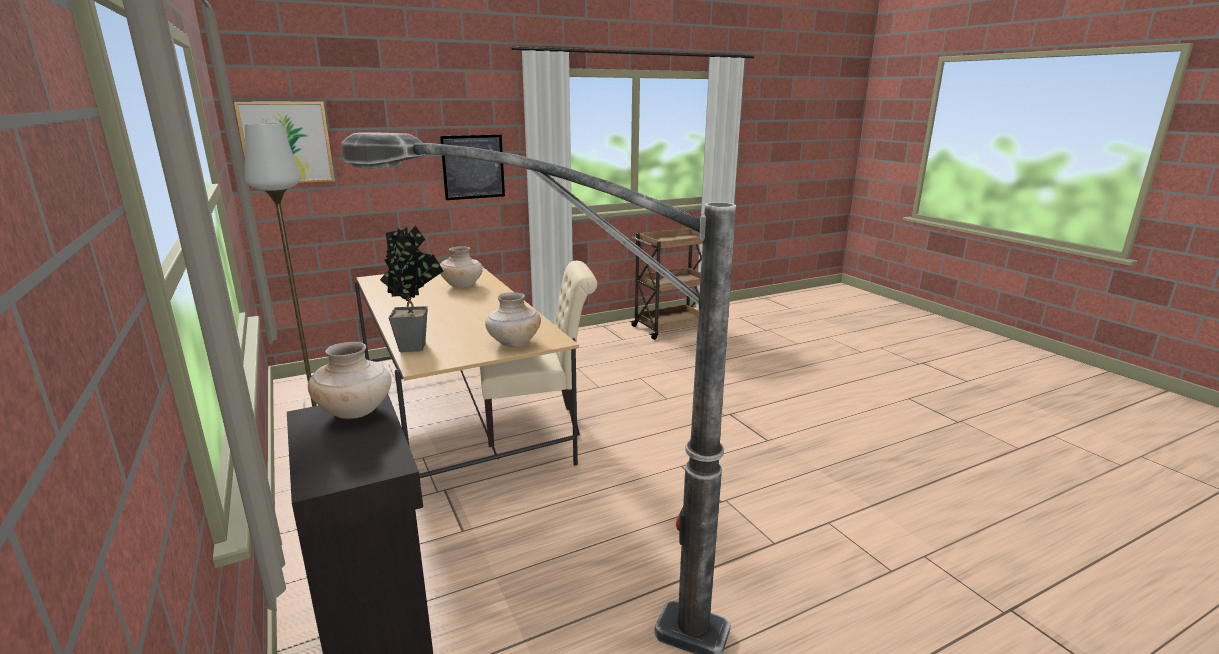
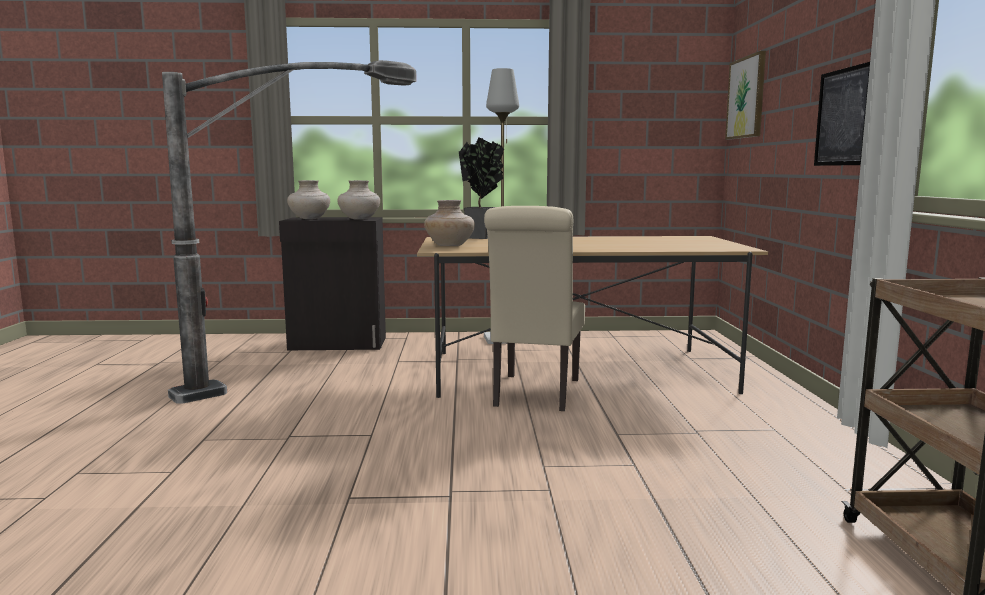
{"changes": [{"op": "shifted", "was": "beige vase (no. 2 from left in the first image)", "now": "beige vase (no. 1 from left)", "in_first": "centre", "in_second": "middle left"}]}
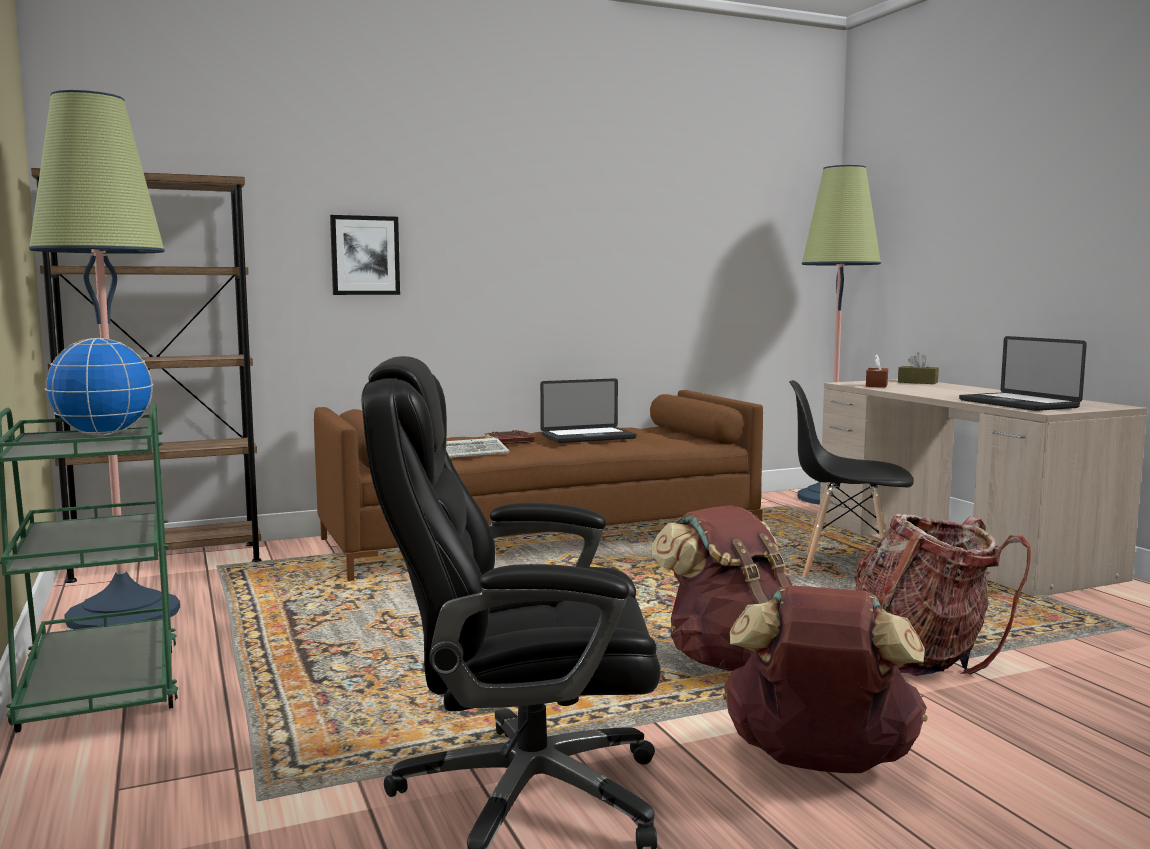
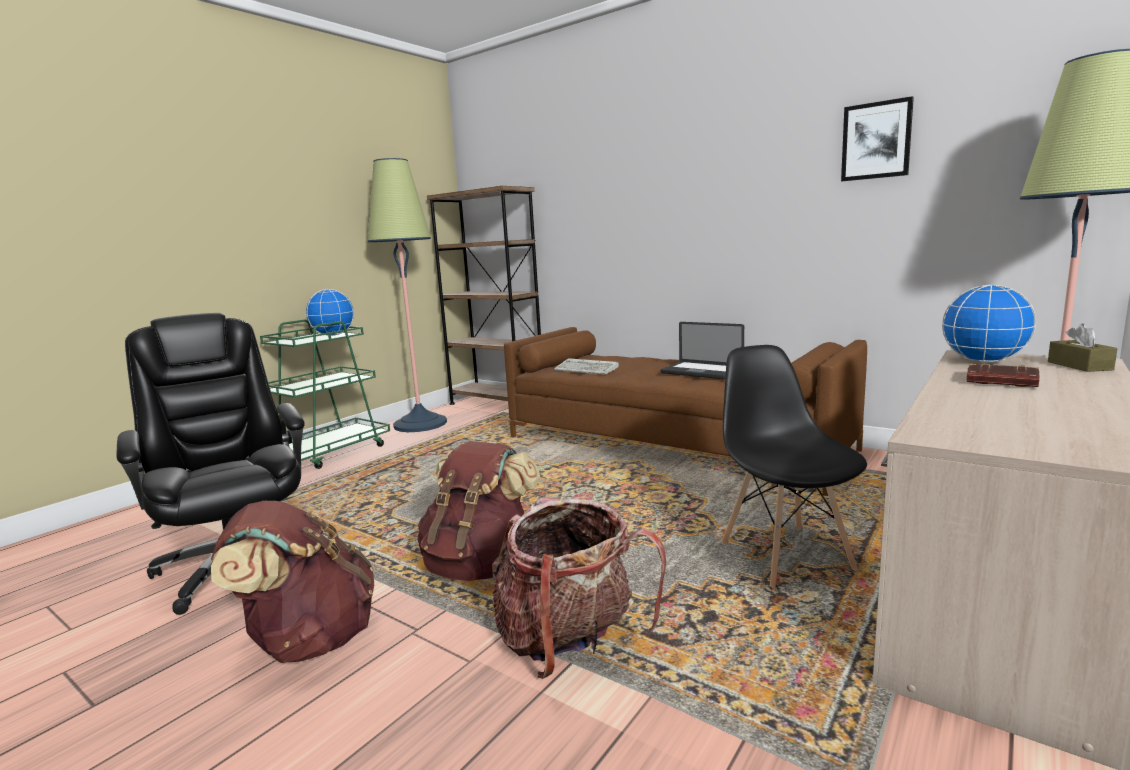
{"changes": [{"op": "shifted", "was": "picture", "in_first": "top left", "in_second": "top right"}, {"op": "shifted", "was": "brown book", "in_first": "centre", "in_second": "middle right"}, {"op": "swapped", "was": "brown tissue box (no. 1 from left)", "now": "globe (no. 2 from left)", "in_first": "middle right", "in_second": "middle right"}, {"op": "gone", "was": "laptop (no. 2 from left)", "in_first": "middle right"}]}
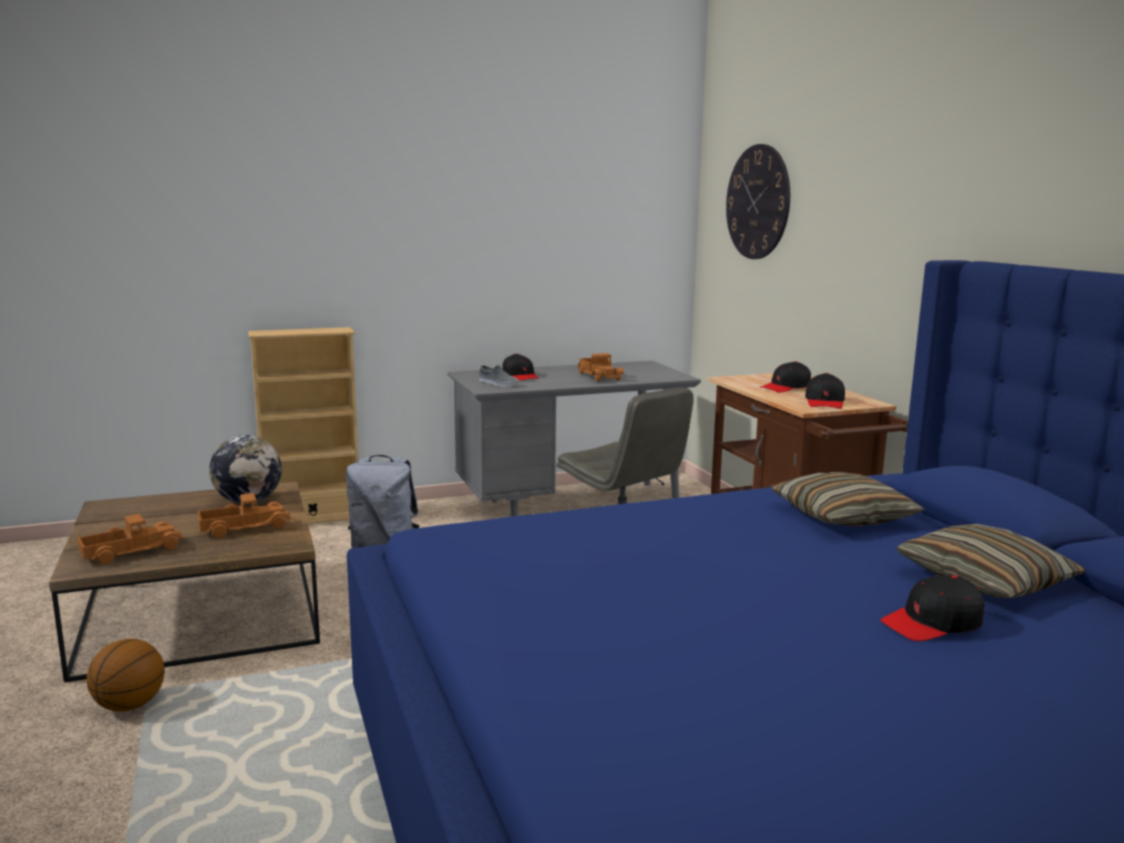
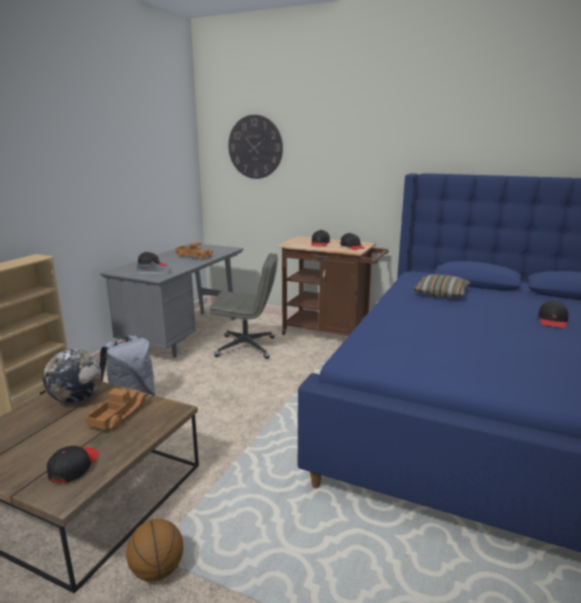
{"changes": [{"op": "swapped", "was": "toy truck (no. 1 from left)", "now": "black cap (no. 1 from left)", "in_first": "middle left", "in_second": "bottom left"}, {"op": "gone", "was": "pillow (no. 2 from left)", "in_first": "middle right"}]}
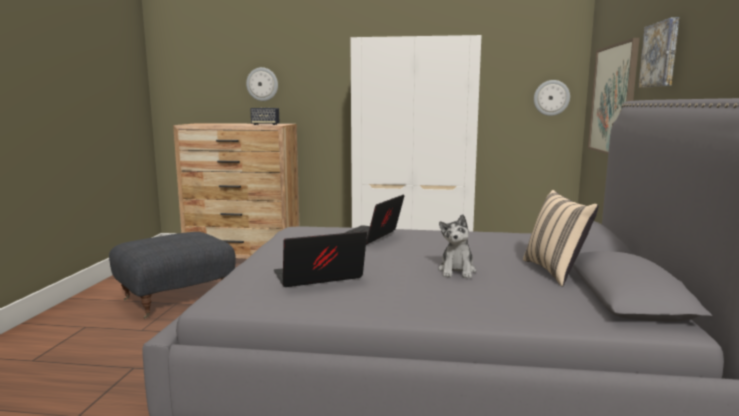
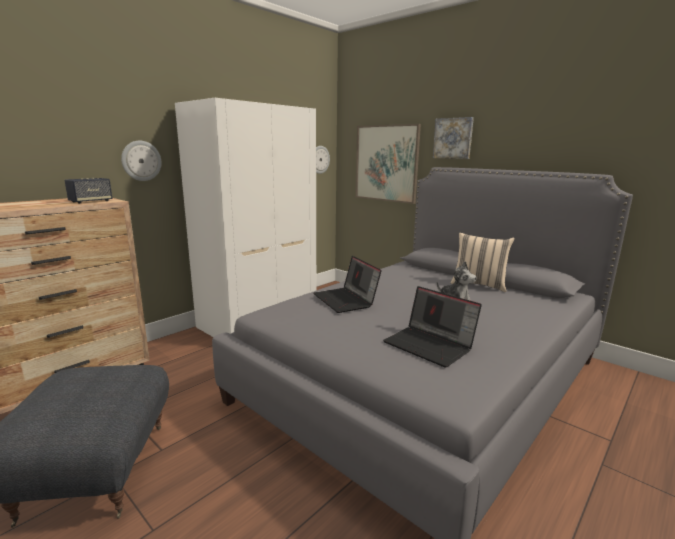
{"changes": [{"op": "shifted", "was": "wall clock (no. 1 from left)", "in_first": "top centre", "in_second": "top left"}, {"op": "rotated", "was": "laptop (no. 1 from left in the first image)", "in_first": "centre", "in_second": "centre", "clockwise": -60}]}
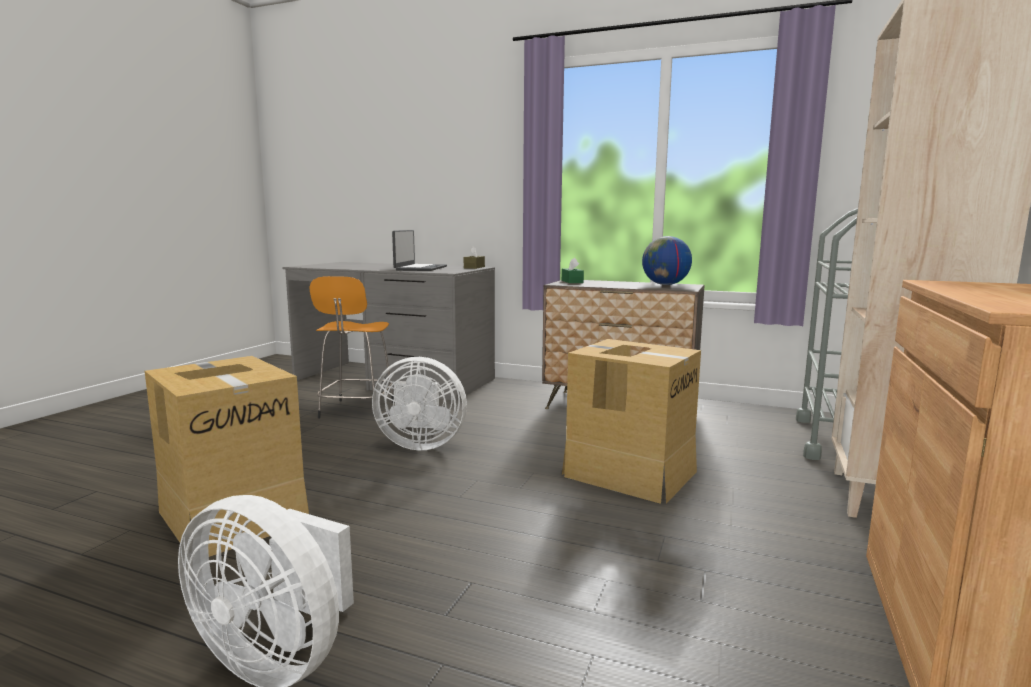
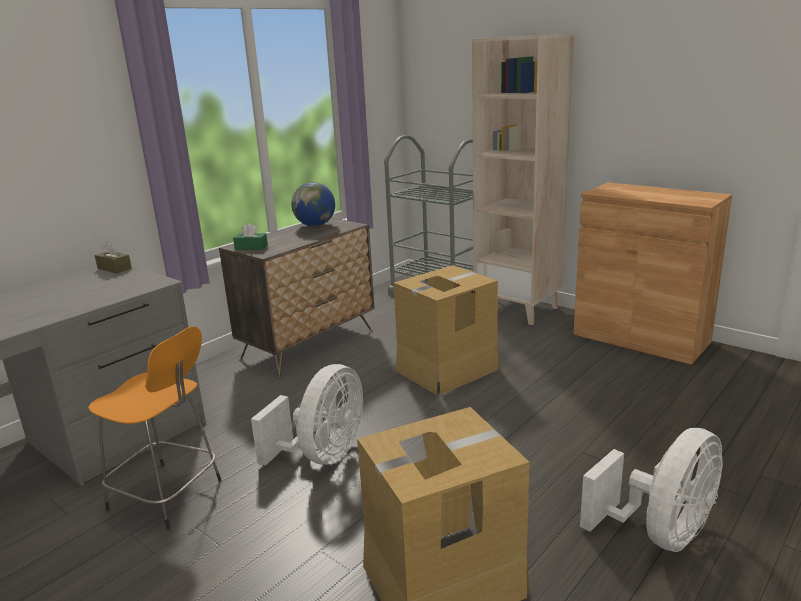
{"changes": [{"op": "gone", "was": "laptop", "in_first": "centre"}]}
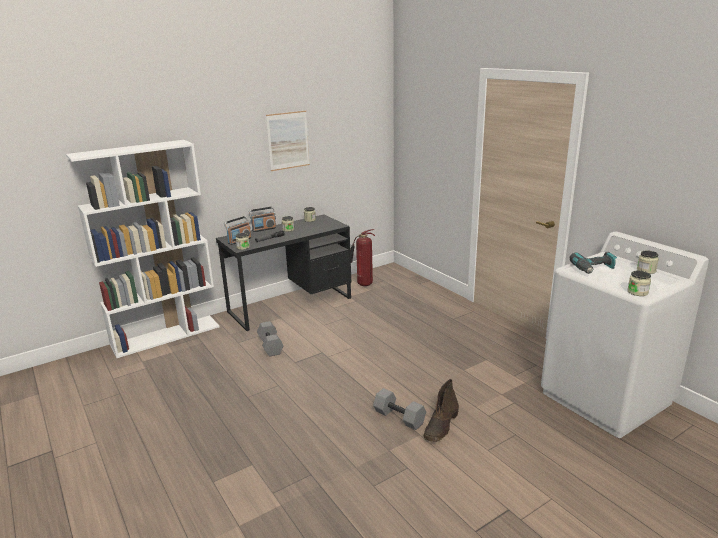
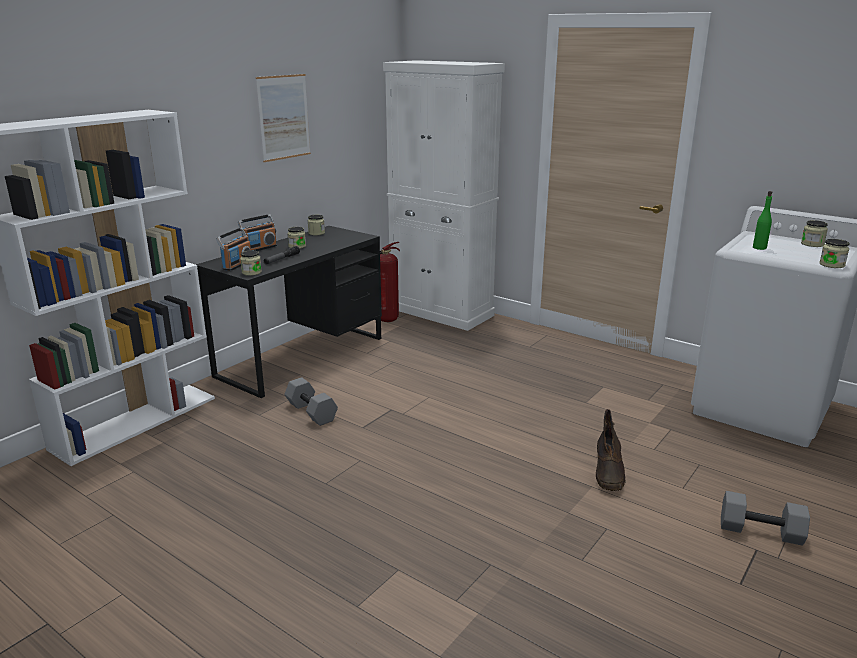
{"changes": [{"op": "shifted", "was": "grey dumbbell (no. 2 from left)", "in_first": "bottom centre", "in_second": "bottom right"}, {"op": "swapped", "was": "power drill", "now": "green bottle", "in_first": "middle right", "in_second": "middle right"}, {"op": "new", "now": "white cabinet", "in_second": "top centre"}]}
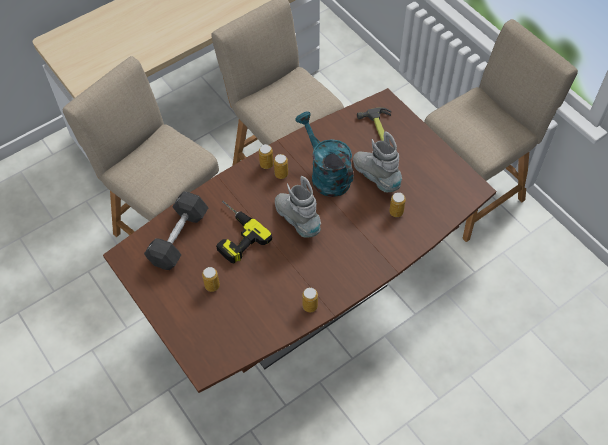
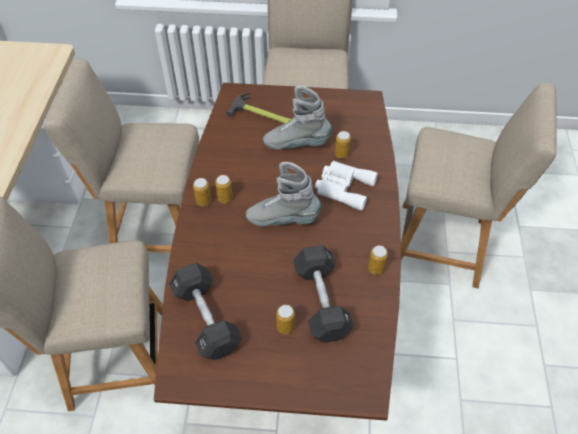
{"changes": [{"op": "gone", "was": "power drill", "in_first": "centre"}, {"op": "gone", "was": "turquoise watering can", "in_first": "centre"}, {"op": "new", "now": "black dumbbell (no. 2 from left)", "in_second": "bottom centre"}, {"op": "new", "now": "white binoculars", "in_second": "centre"}, {"op": "new", "now": "beige chair (no. 4 from left)", "in_second": "middle right"}]}
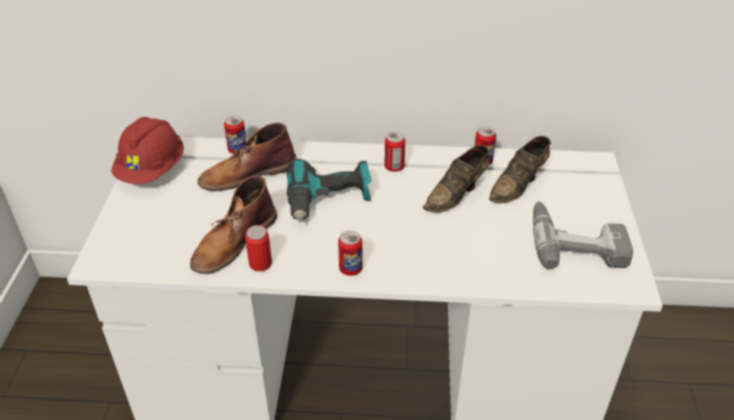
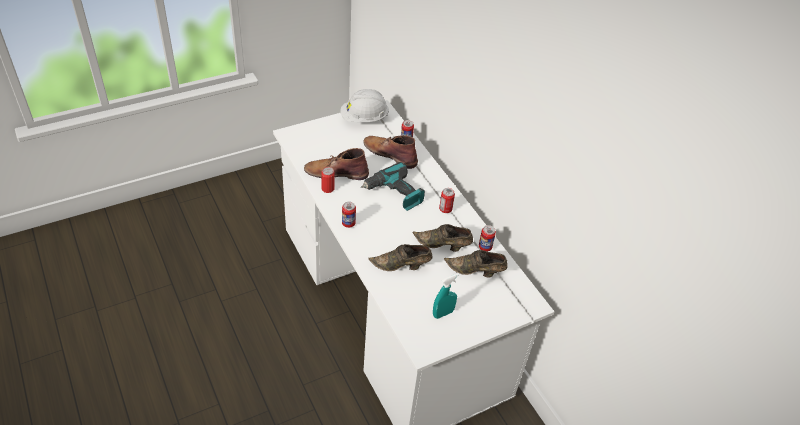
{"changes": [{"op": "repainted", "was": "red hard hat", "now": "white hard hat", "in_first": "middle left", "in_second": "top centre"}, {"op": "swapped", "was": "power drill (no. 2 from left)", "now": "turquoise spray bottle", "in_first": "middle right", "in_second": "bottom centre"}, {"op": "new", "now": "brown shoe (no. 1 from left)", "in_second": "centre"}]}
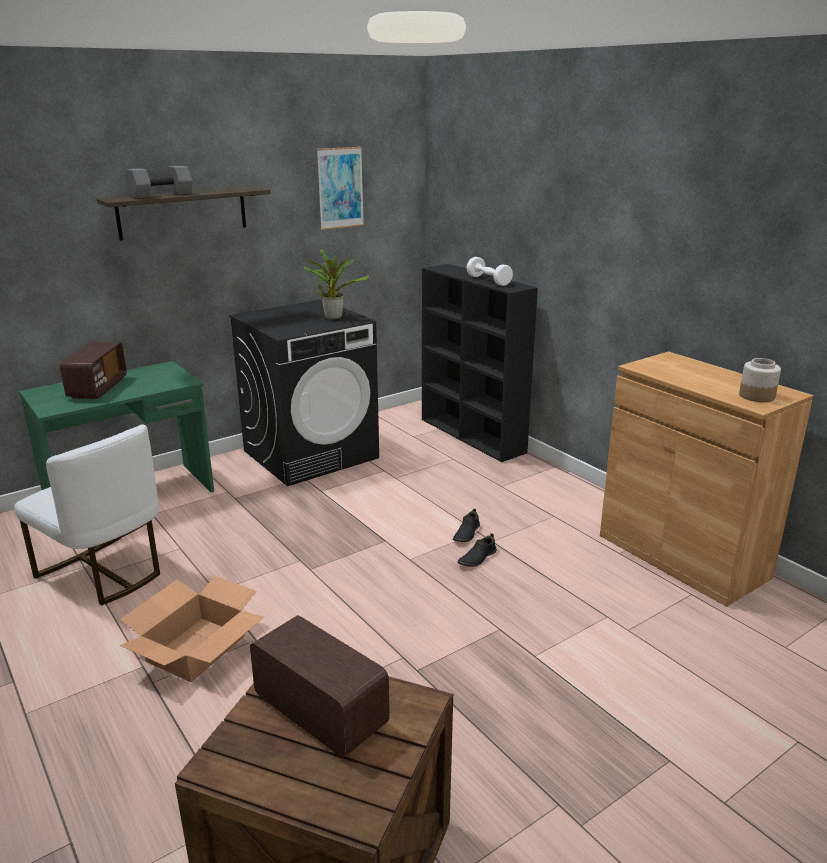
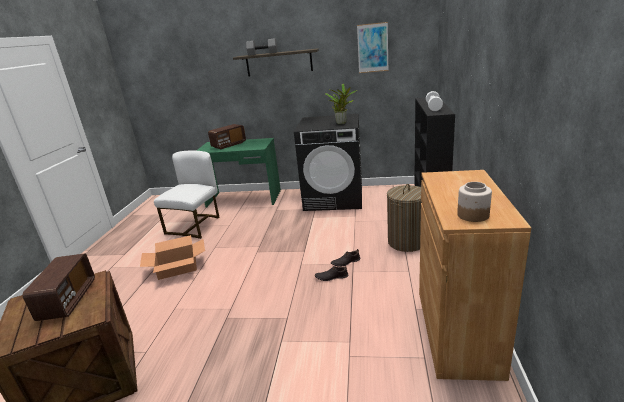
{"changes": [{"op": "rotated", "was": "white chair", "in_first": "middle left", "in_second": "middle left", "clockwise": -150}, {"op": "new", "now": "laundry basket", "in_second": "centre"}]}
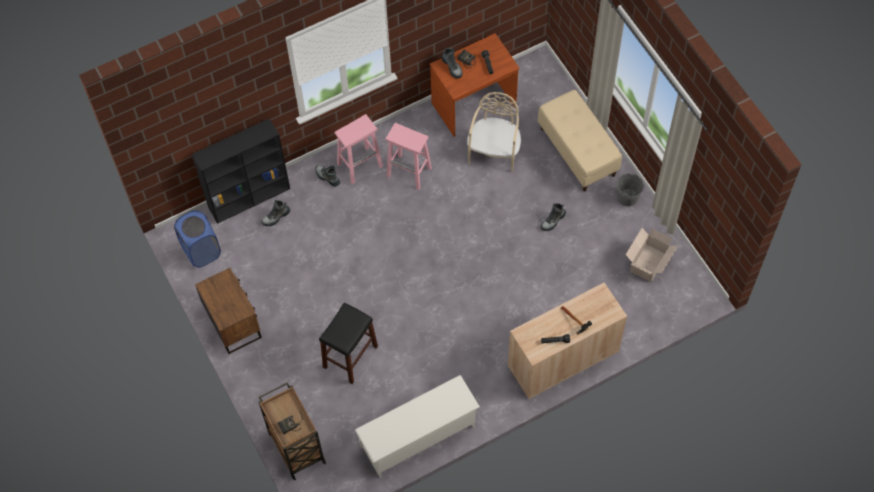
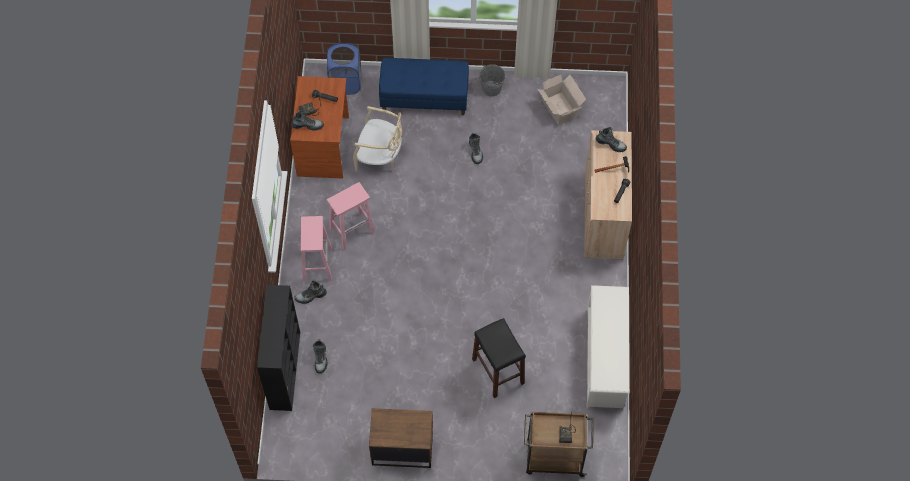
{"changes": [{"op": "shifted", "was": "blue laundry basket", "in_first": "middle left", "in_second": "top centre"}, {"op": "rotated", "was": "beige chair", "in_first": "top centre", "in_second": "top centre", "clockwise": 150}, {"op": "repainted", "was": "beige bench", "now": "blue bench", "in_first": "top centre", "in_second": "top centre"}, {"op": "new", "now": "boot (no. 5 from left)", "in_second": "top right"}]}
